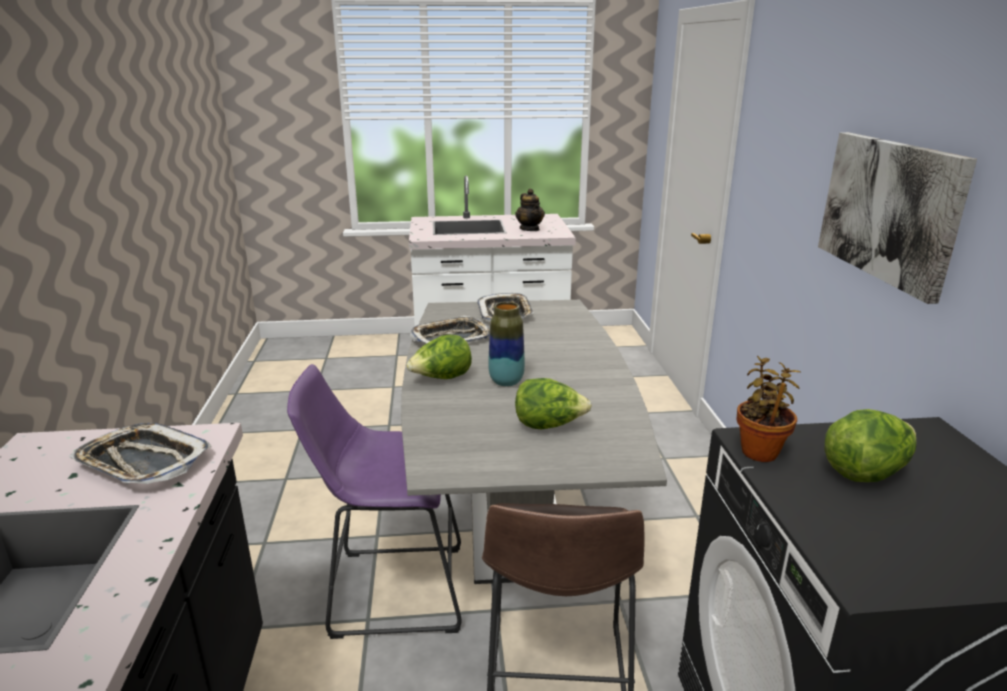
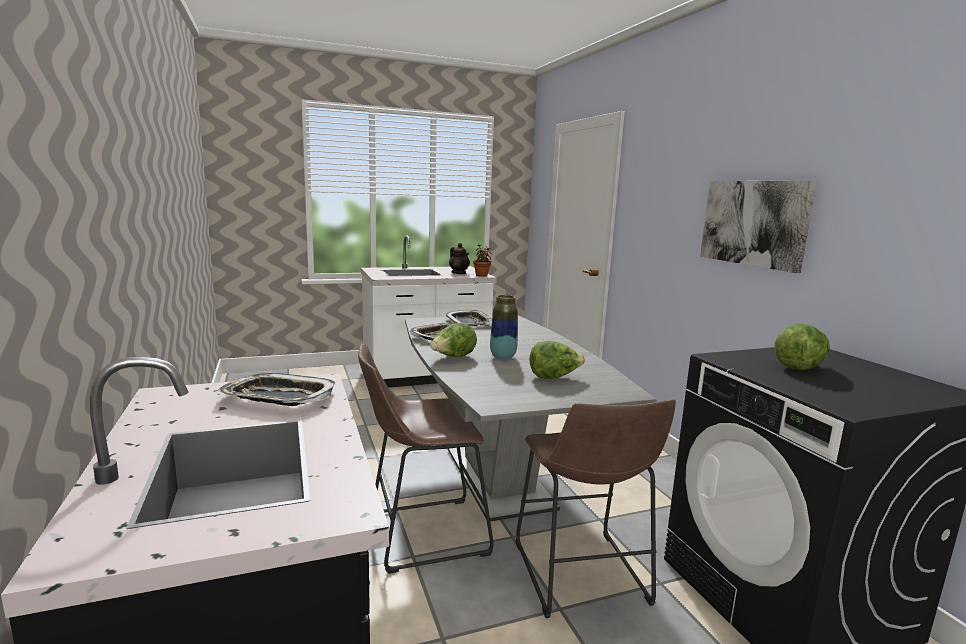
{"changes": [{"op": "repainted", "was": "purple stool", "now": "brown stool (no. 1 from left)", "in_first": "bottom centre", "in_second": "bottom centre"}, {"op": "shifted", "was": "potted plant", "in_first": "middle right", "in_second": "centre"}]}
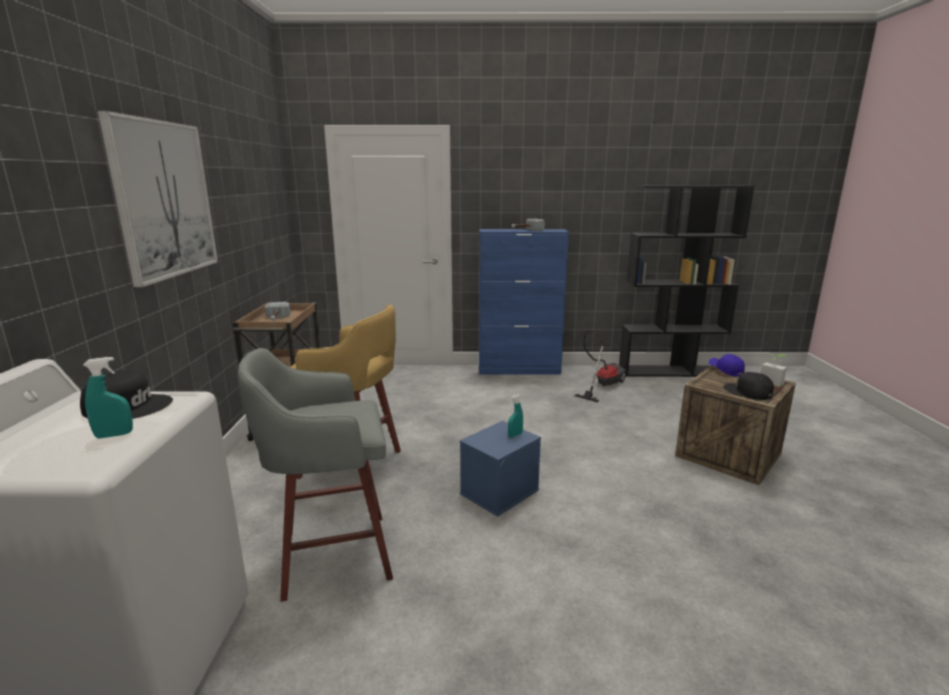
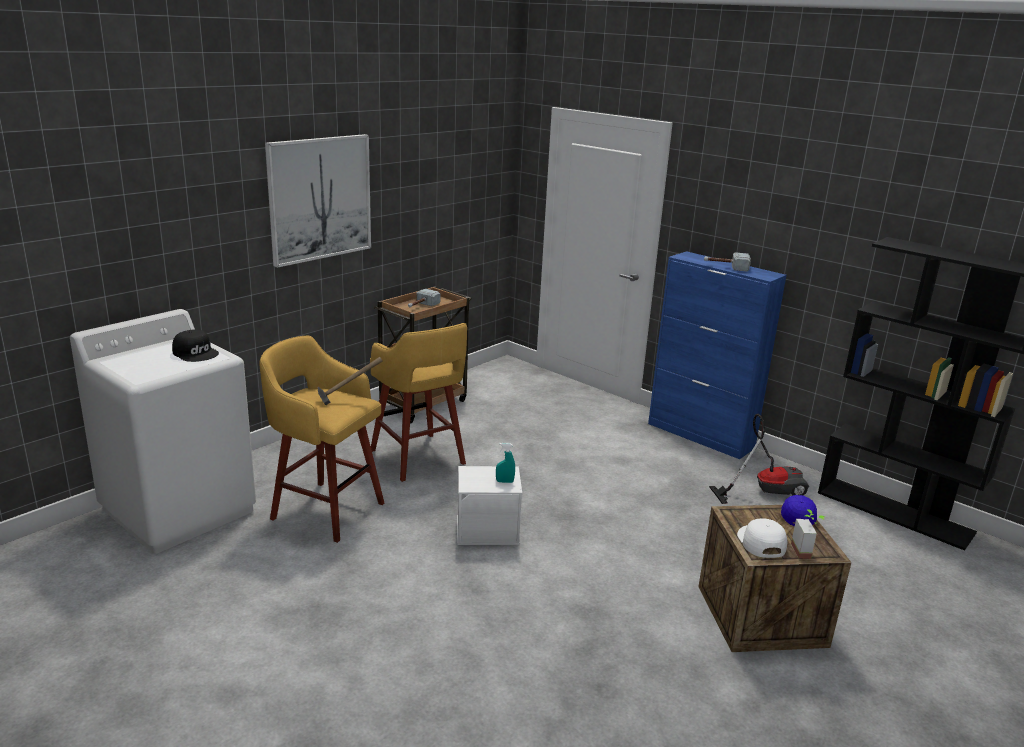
{"changes": [{"op": "gone", "was": "turquoise spray bottle (no. 1 from left)", "in_first": "middle left"}, {"op": "repainted", "was": "grey stool", "now": "yellow stool (no. 1 from left)", "in_first": "bottom left", "in_second": "middle left"}, {"op": "repainted", "was": "blue storage box", "now": "white storage box", "in_first": "bottom centre", "in_second": "bottom centre"}, {"op": "repainted", "was": "black cap (no. 2 from left)", "now": "white cap", "in_first": "middle right", "in_second": "bottom right"}, {"op": "new", "now": "hammer (no. 1 from left)", "in_second": "centre"}]}
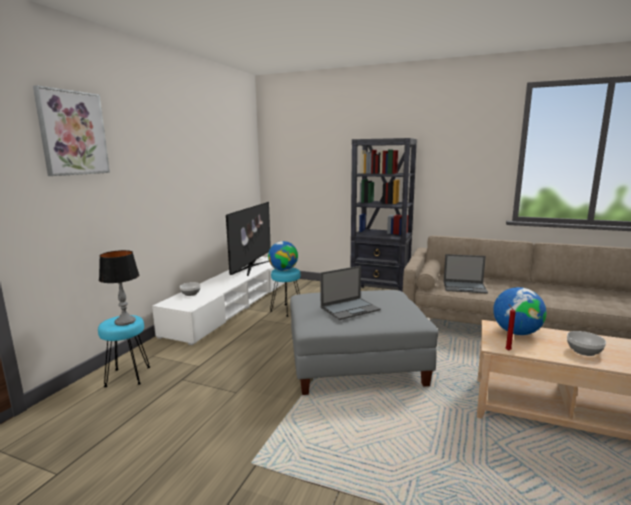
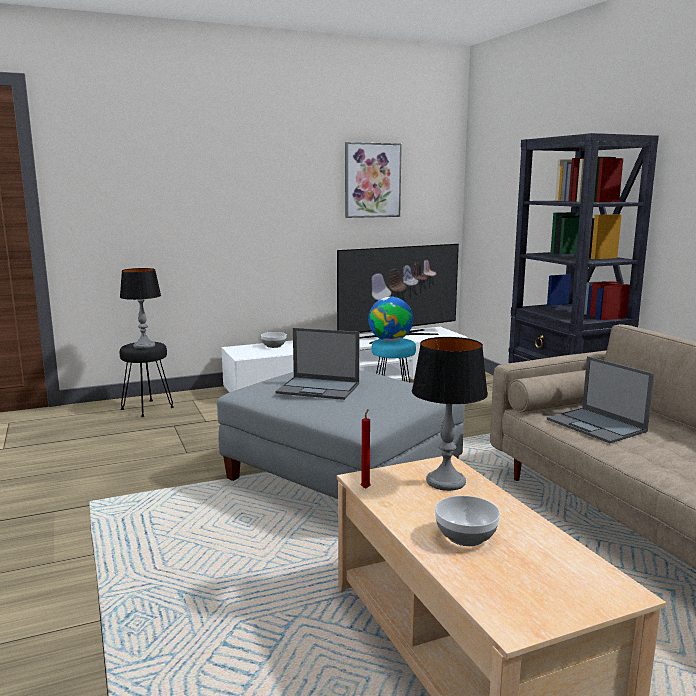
{"changes": [{"op": "shifted", "was": "picture", "in_first": "top left", "in_second": "top centre"}, {"op": "repainted", "was": "turquoise stool (no. 1 from left)", "now": "black stool", "in_first": "bottom left", "in_second": "middle left"}, {"op": "swapped", "was": "globe (no. 2 from left)", "now": "table lamp (no. 2 from left)", "in_first": "middle right", "in_second": "centre"}]}
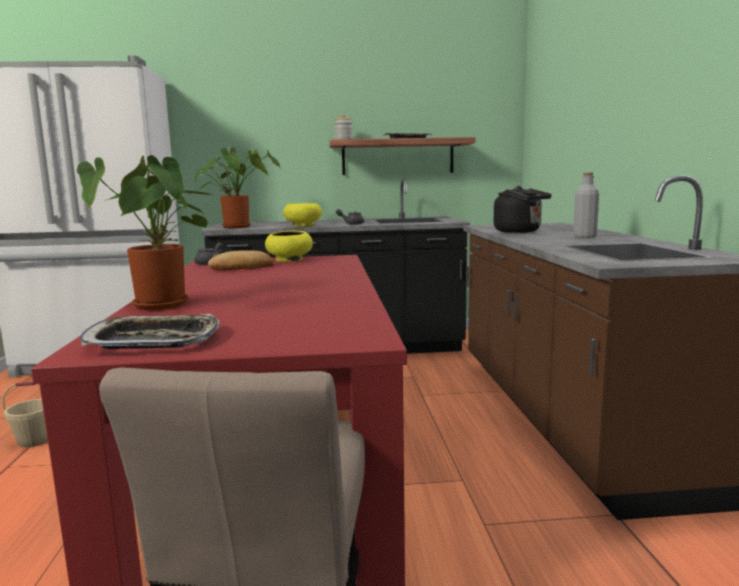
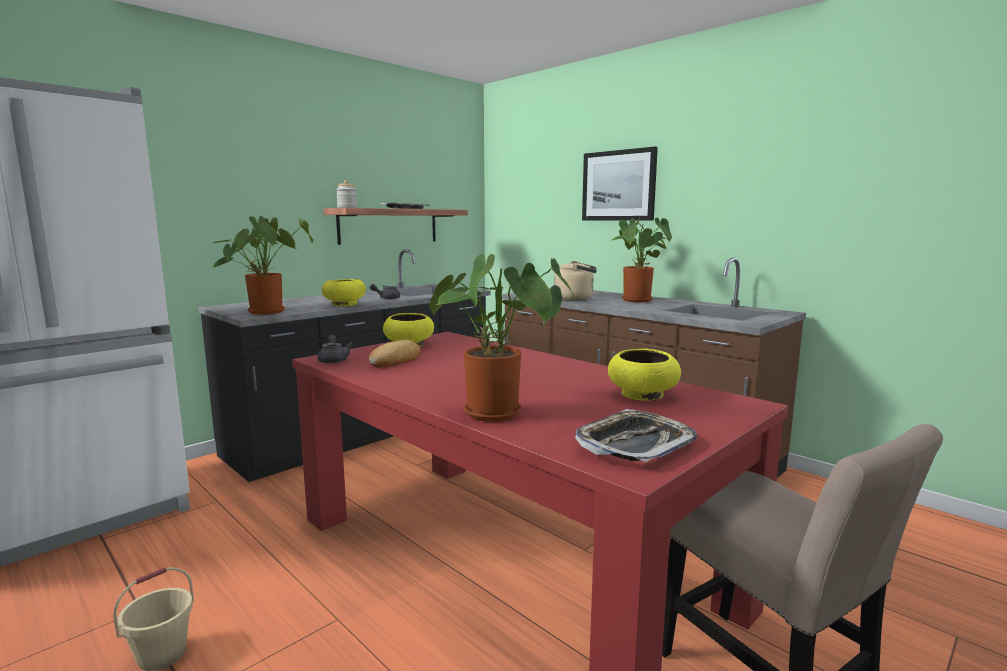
{"changes": [{"op": "repainted", "was": "black kettle", "now": "beige kettle", "in_first": "middle right", "in_second": "centre"}, {"op": "swapped", "was": "grey bottle", "now": "potted plant (no. 3 from left)", "in_first": "middle right", "in_second": "centre"}, {"op": "new", "now": "picture", "in_second": "top centre"}, {"op": "new", "now": "yellow bowl (no. 3 from left)", "in_second": "centre"}]}
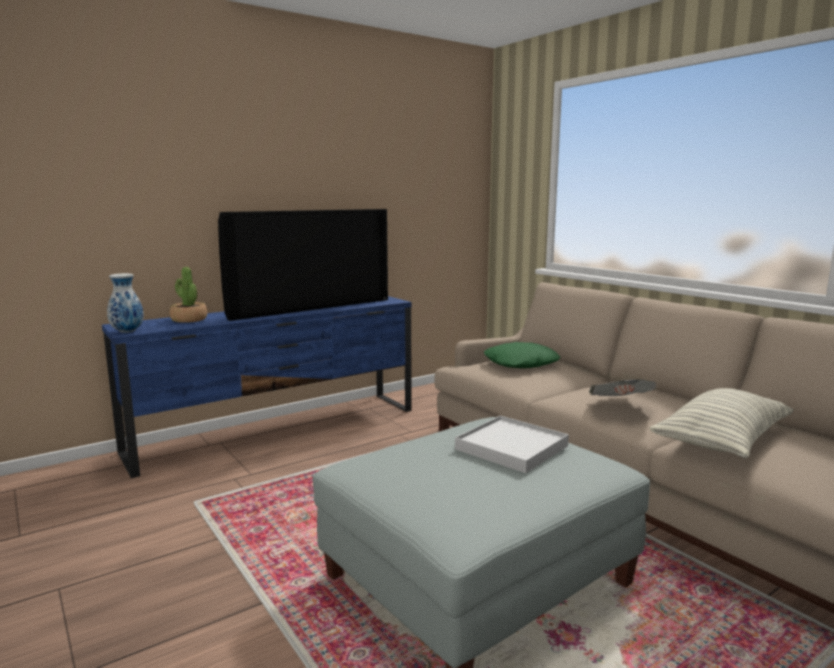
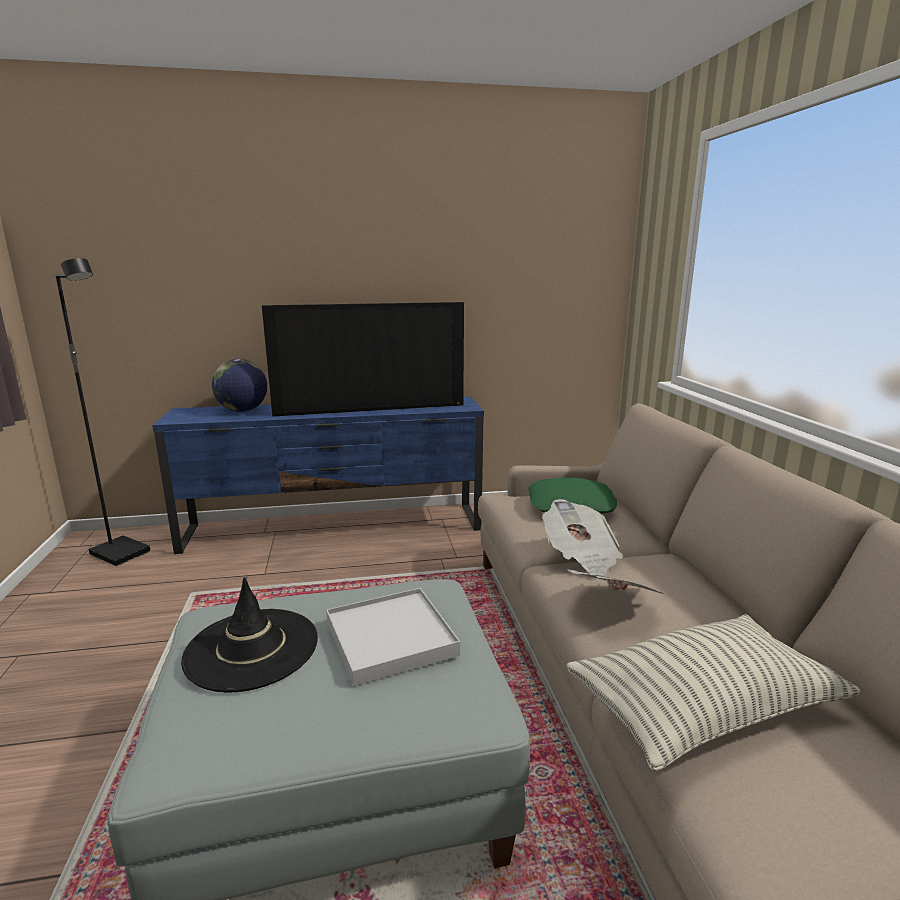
{"changes": [{"op": "gone", "was": "vase", "in_first": "middle left"}, {"op": "swapped", "was": "potted plant", "now": "globe", "in_first": "middle left", "in_second": "middle left"}, {"op": "new", "now": "black floor lamp", "in_second": "middle left"}, {"op": "new", "now": "black hat", "in_second": "bottom left"}, {"op": "new", "now": "newspaper (no. 1 from left)", "in_second": "centre"}]}
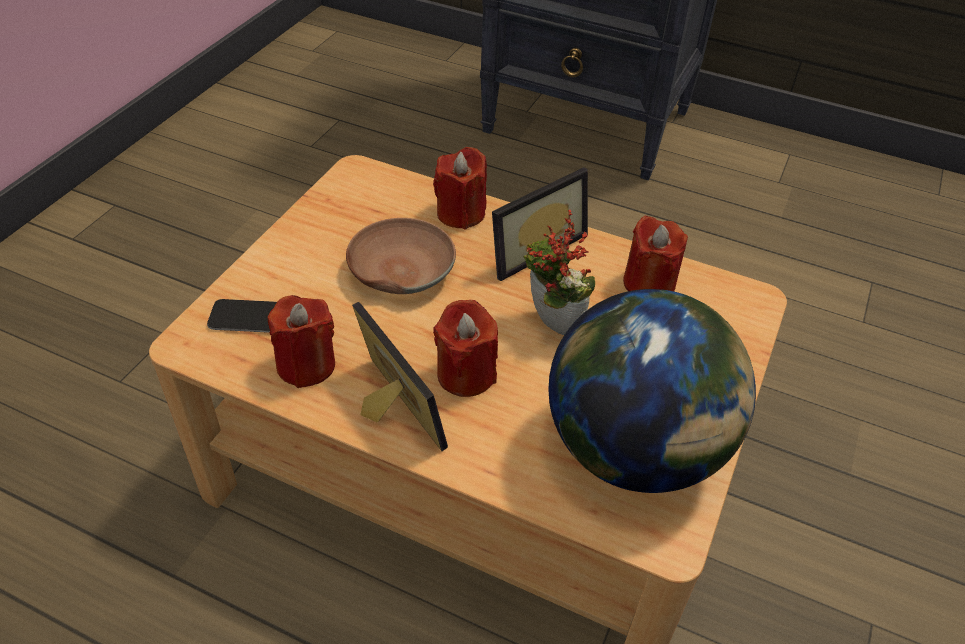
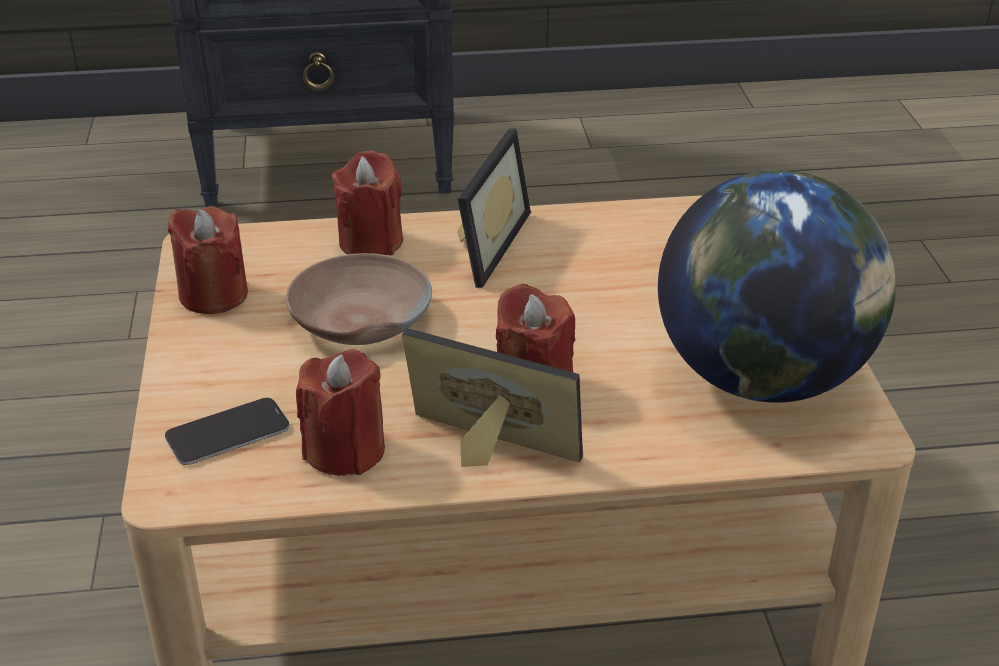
{"changes": [{"op": "gone", "was": "potted plant", "in_first": "centre"}, {"op": "shifted", "was": "red candle (no. 4 from left in the first image)", "now": "red candle (no. 1 from left)", "in_first": "middle right", "in_second": "middle left"}]}
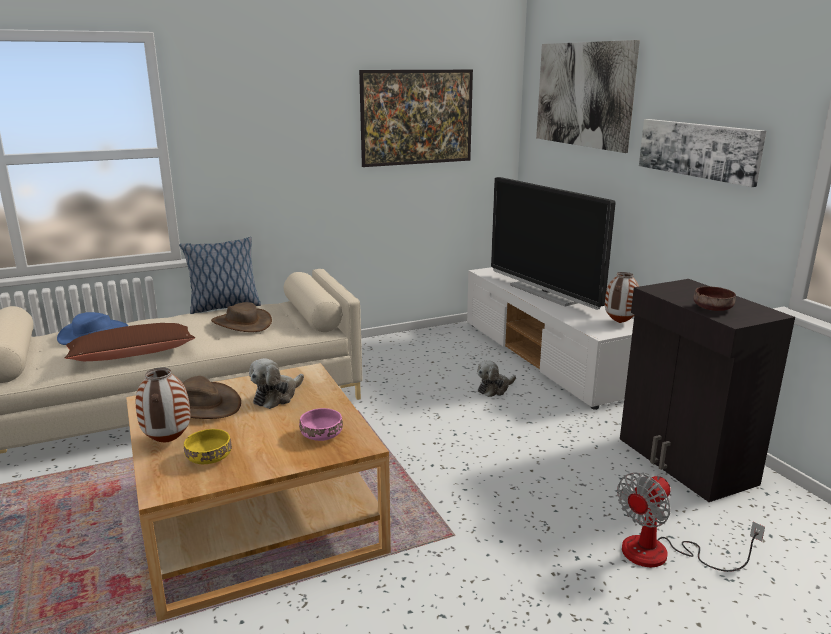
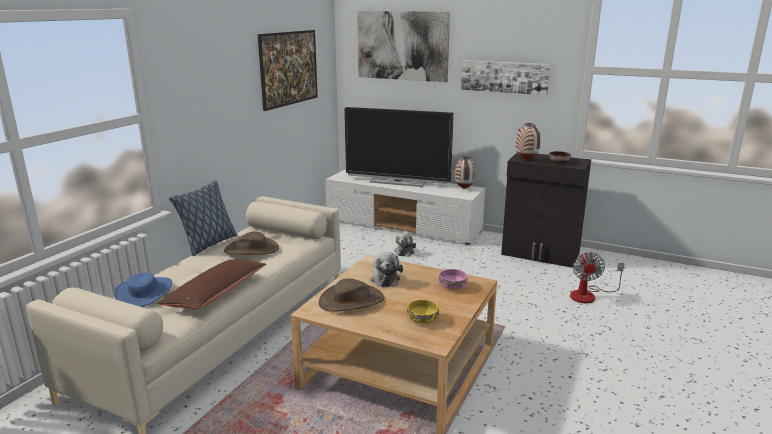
{"changes": [{"op": "shifted", "was": "vase (no. 1 from left in the first image)", "now": "vase (no. 2 from left)", "in_first": "middle left", "in_second": "top right"}]}
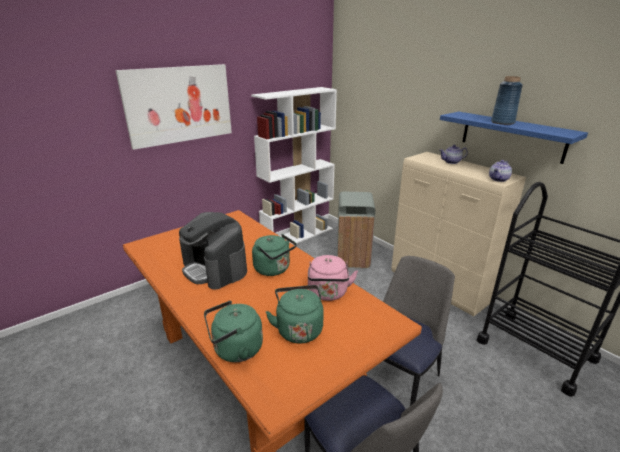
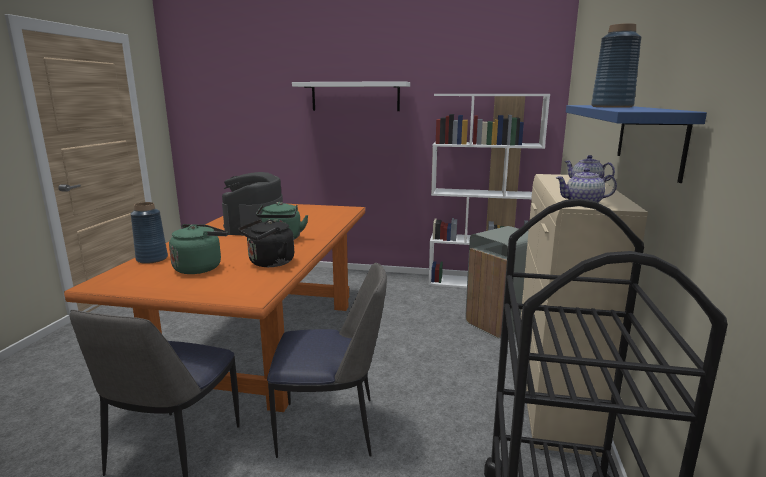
{"changes": [{"op": "swapped", "was": "picture", "now": "white shelf", "in_first": "top left", "in_second": "top centre"}, {"op": "swapped", "was": "green kettle (no. 1 from left)", "now": "blue vase (no. 1 from left)", "in_first": "bottom centre", "in_second": "middle left"}, {"op": "repainted", "was": "pink kettle", "now": "black kettle", "in_first": "centre", "in_second": "centre"}]}
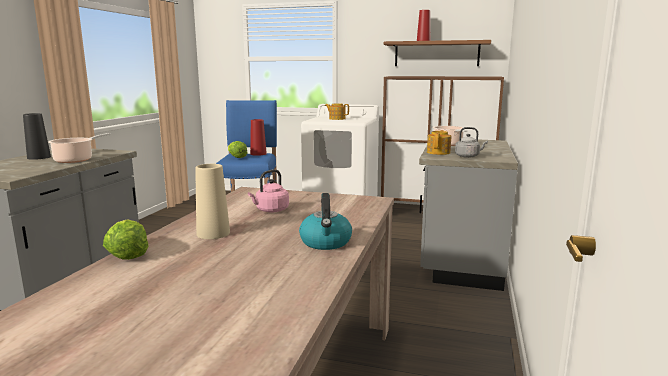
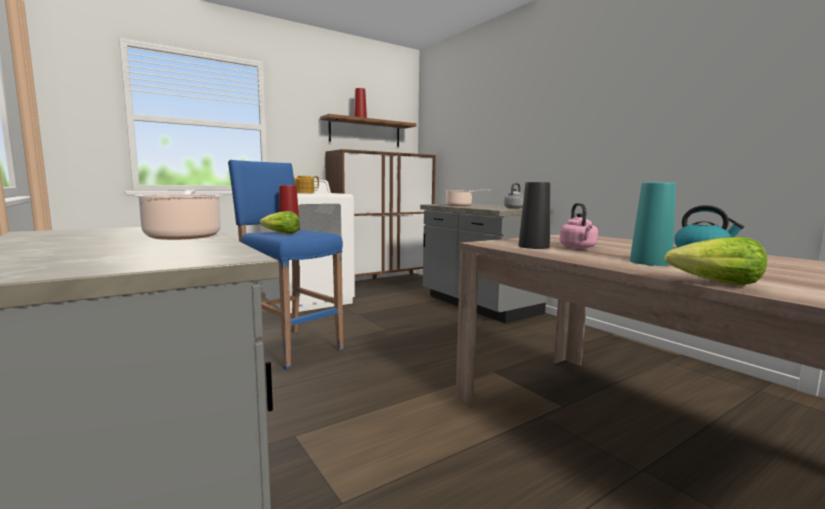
{"changes": [{"op": "shifted", "was": "black vase", "in_first": "middle left", "in_second": "centre"}, {"op": "repainted", "was": "beige vase", "now": "turquoise vase", "in_first": "middle left", "in_second": "middle right"}, {"op": "gone", "was": "teapot (no. 2 from left)", "in_first": "centre"}]}
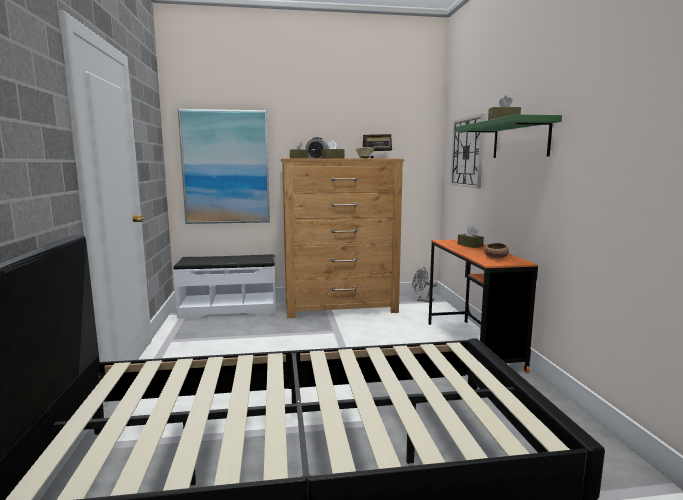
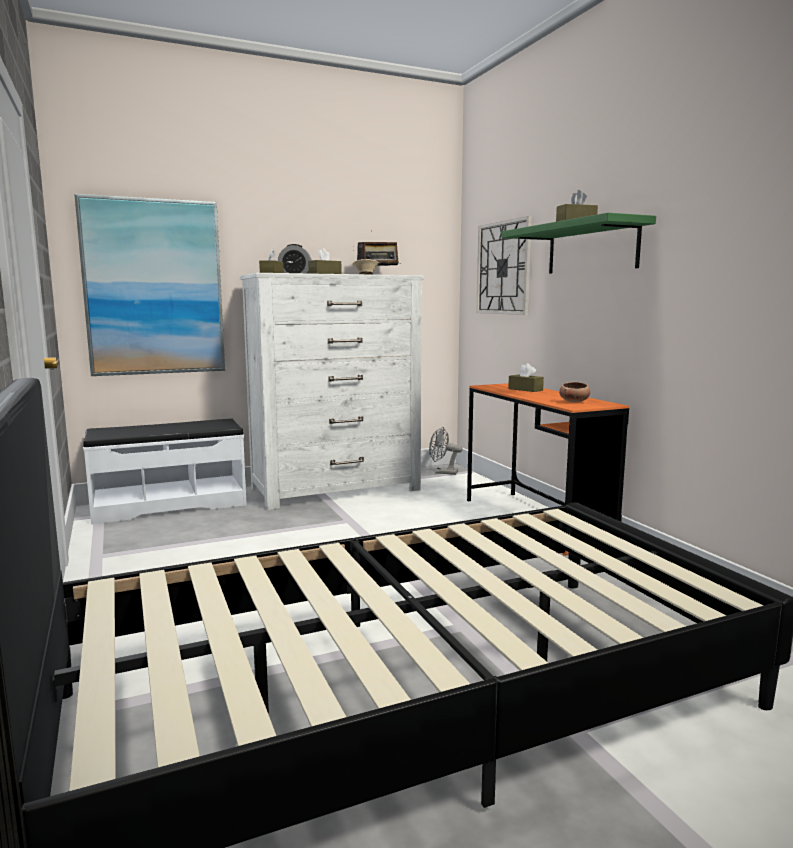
{"changes": [{"op": "repainted", "was": "brown dresser", "now": "white dresser", "in_first": "centre", "in_second": "centre"}]}
